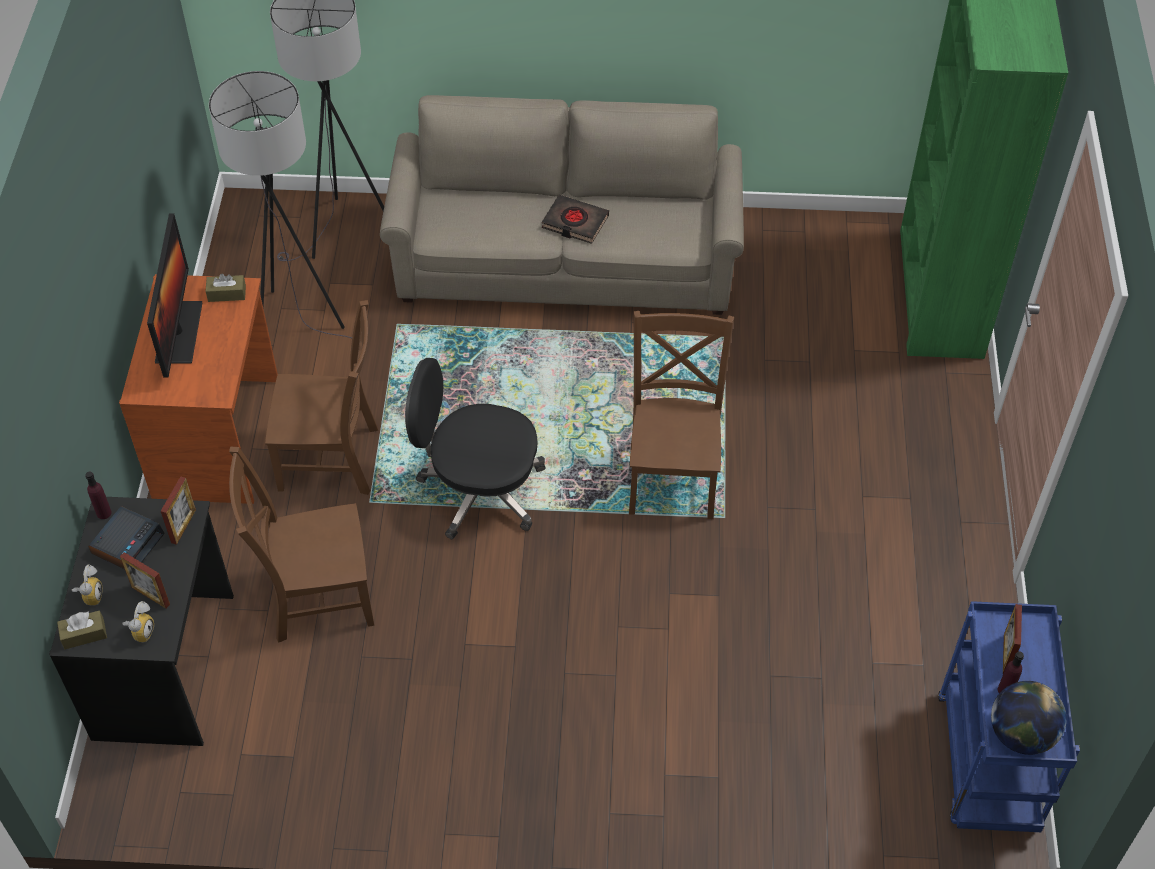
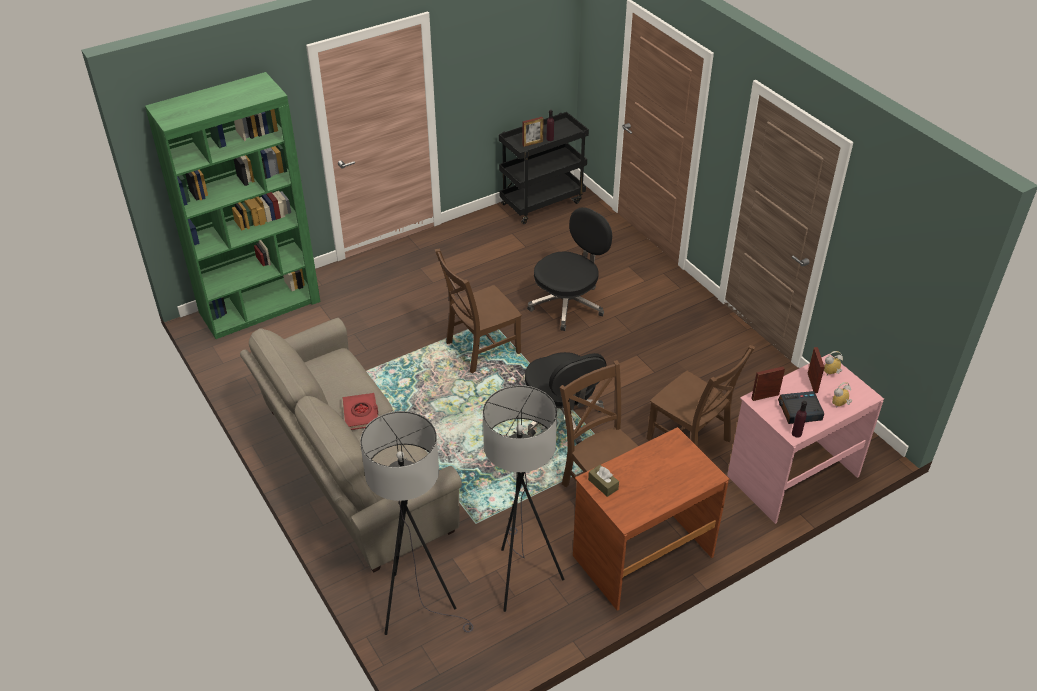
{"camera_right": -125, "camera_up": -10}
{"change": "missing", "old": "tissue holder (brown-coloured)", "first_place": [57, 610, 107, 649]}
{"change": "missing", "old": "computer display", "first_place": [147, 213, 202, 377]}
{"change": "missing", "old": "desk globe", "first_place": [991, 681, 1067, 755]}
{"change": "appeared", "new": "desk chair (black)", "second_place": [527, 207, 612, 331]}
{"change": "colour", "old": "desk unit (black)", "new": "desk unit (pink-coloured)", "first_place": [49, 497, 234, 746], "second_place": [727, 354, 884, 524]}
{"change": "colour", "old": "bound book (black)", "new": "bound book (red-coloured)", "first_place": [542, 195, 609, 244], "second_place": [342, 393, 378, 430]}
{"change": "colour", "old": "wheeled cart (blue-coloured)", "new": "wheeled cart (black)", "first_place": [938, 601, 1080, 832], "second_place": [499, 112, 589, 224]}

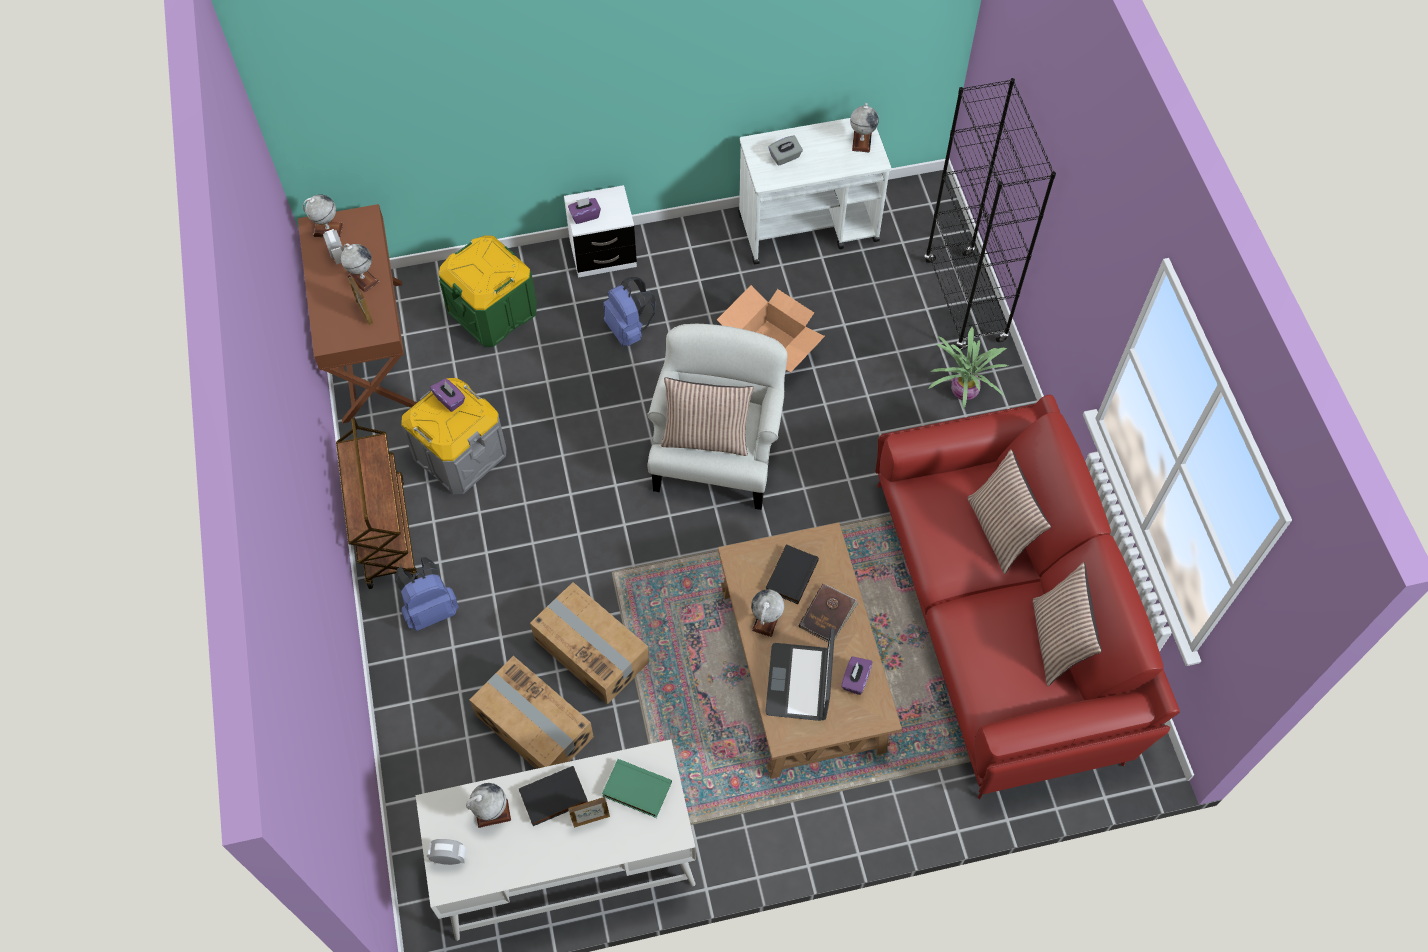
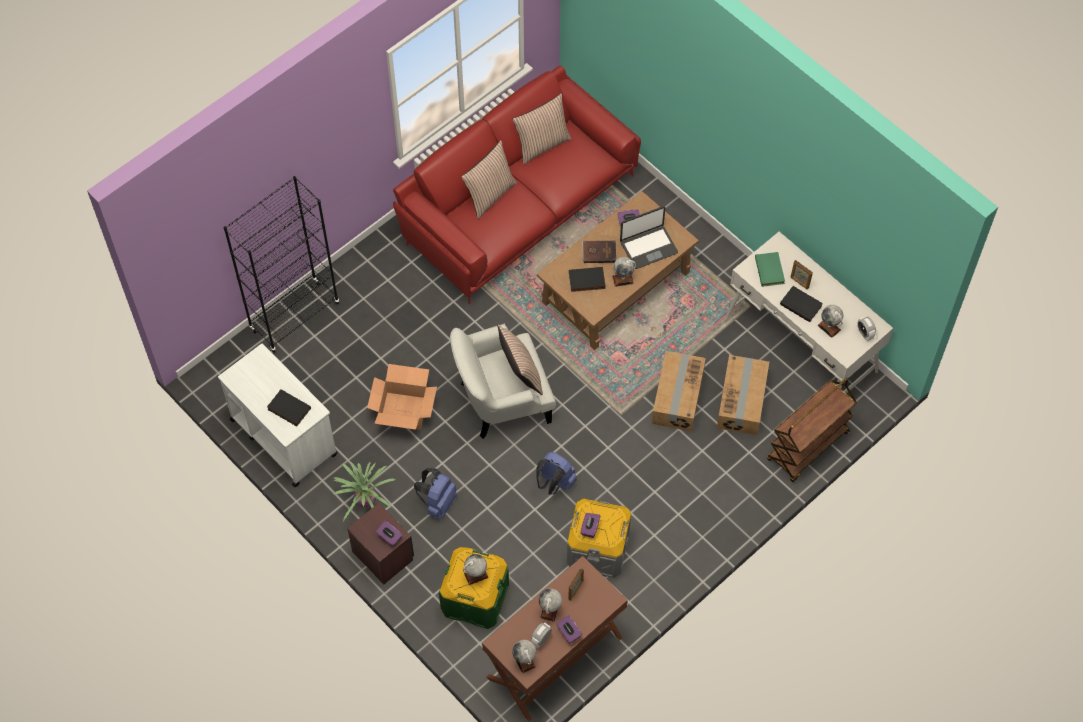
{"camera_right": -120, "camera_up": 0}
{"change": "appeared", "new": "tissue holder (purplish)", "second_place": [556, 615, 582, 644]}
{"change": "relocated", "old": "wheeled cart (brown-coloured)", "first_place": [336, 417, 418, 589], "second_place": [767, 378, 857, 482]}
{"change": "relocated", "old": "knapsack (blue-coloured)", "first_place": [395, 557, 459, 631], "second_place": [536, 452, 577, 494]}
{"change": "relocated", "old": "desk globe", "first_place": [850, 103, 879, 153], "second_place": [463, 554, 489, 585]}
{"change": "relocated", "old": "plant in a pot", "first_place": [928, 327, 1008, 410], "second_place": [334, 462, 396, 521]}
{"change": "exchanged", "old": "tissue holder (grey)", "new": "bound book (black)", "first_place": [769, 136, 803, 166], "second_place": [267, 389, 311, 427]}
{"change": "colour", "old": "nightstand (white)", "new": "nightstand (brown-coloured)", "first_place": [564, 185, 637, 278], "second_place": [347, 503, 414, 584]}

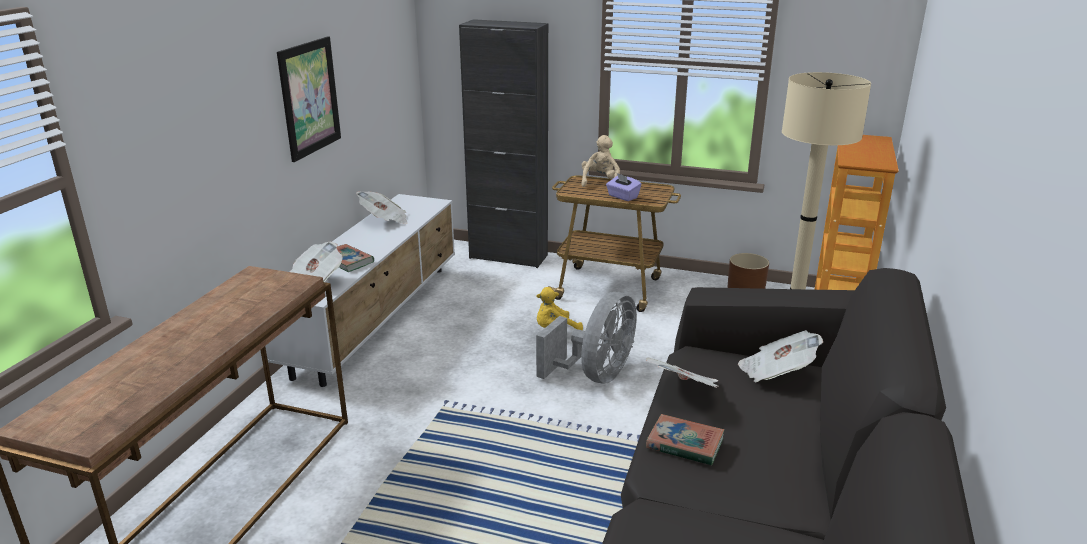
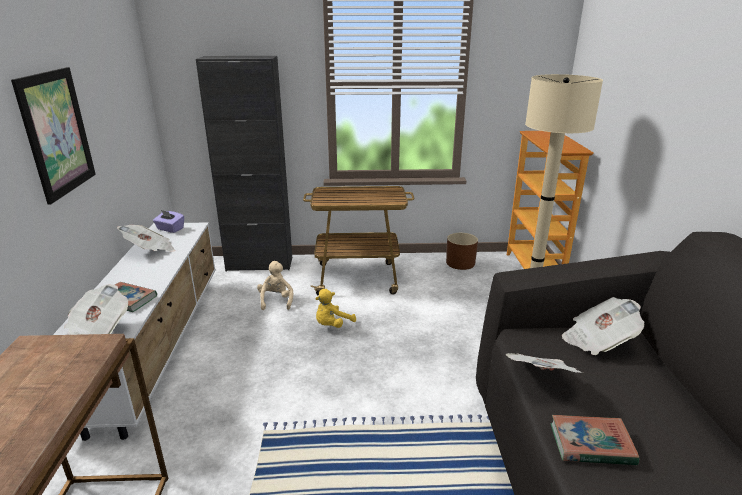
{"camera_right": -20, "camera_up": 0}
{"change": "missing", "old": "fan (grey)", "first_place": [536, 292, 637, 384]}
{"change": "relocated", "old": "soft toy (beige)", "first_place": [581, 135, 620, 187], "second_place": [257, 261, 293, 310]}
{"change": "relocated", "old": "tissue holder (purplish)", "first_place": [606, 173, 642, 201], "second_place": [153, 210, 184, 233]}

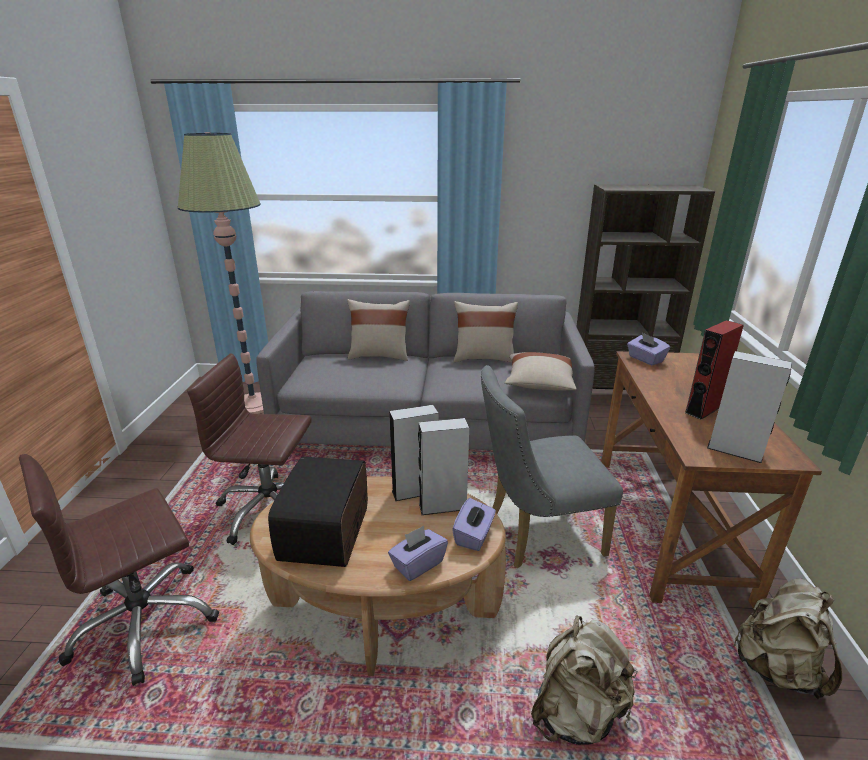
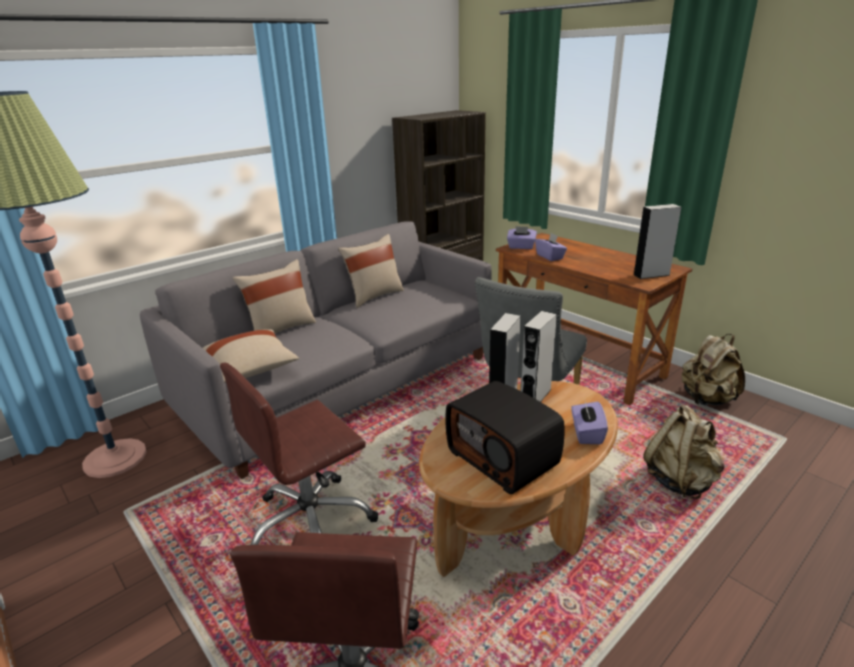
{"camera_right": -45, "camera_up": 0}
{"change": "missing", "old": "loudspeaker (red-coloured)", "first_place": [685, 320, 744, 420]}
{"change": "relocated", "old": "tissue holder (purplish)", "first_place": [452, 498, 496, 551], "second_place": [535, 233, 567, 261]}
{"change": "relocated", "old": "cushion (beige)", "first_place": [505, 352, 577, 391], "second_place": [203, 329, 299, 383]}

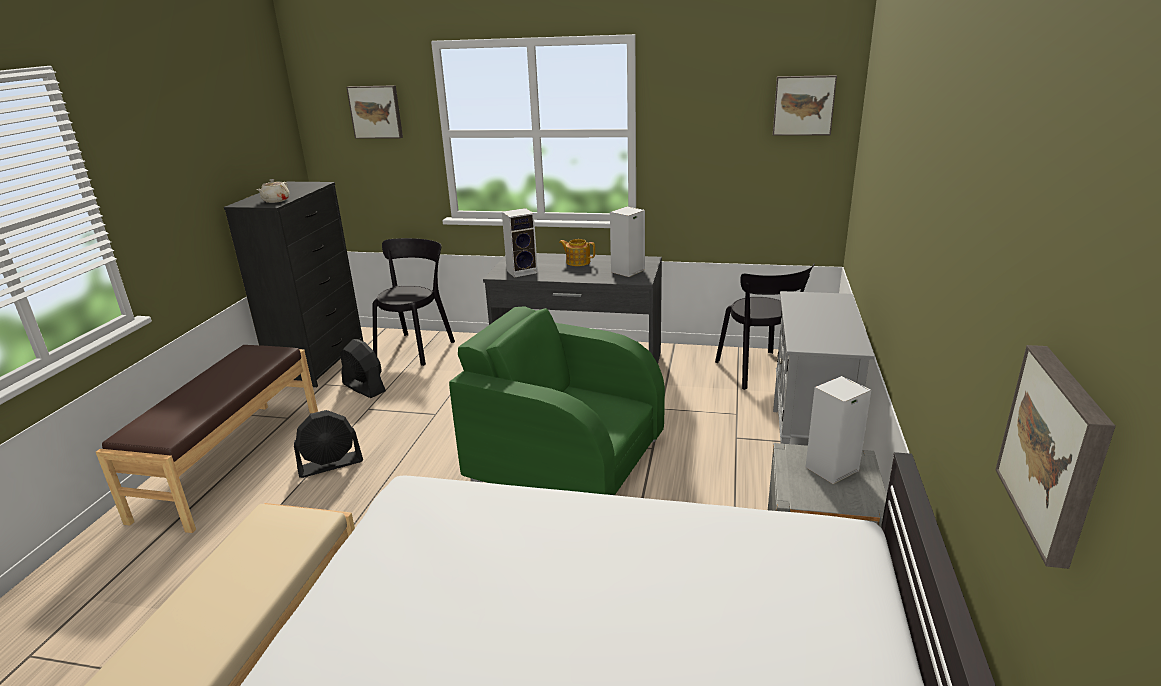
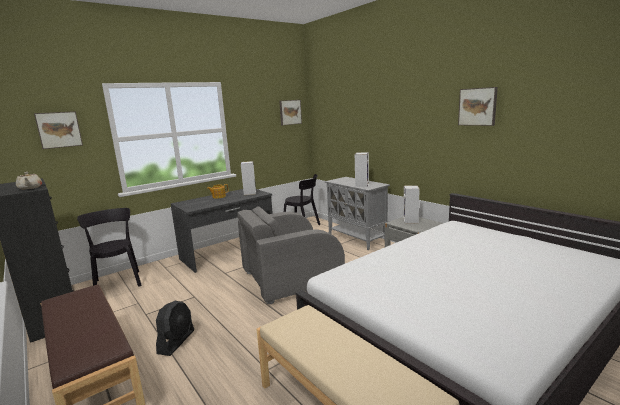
{"camera_right": -50, "camera_up": -10}
{"change": "missing", "old": "fan (black)", "first_place": [340, 339, 386, 398]}
{"change": "relocated", "old": "loudspeaker", "first_place": [502, 208, 538, 278], "second_place": [355, 152, 369, 187]}
{"change": "relocated", "old": "wall picture", "first_place": [995, 345, 1116, 569], "second_place": [458, 87, 498, 126]}
{"change": "colour", "old": "lounge chair (greenish)", "new": "lounge chair (grey)", "first_place": [449, 306, 665, 495], "second_place": [237, 206, 345, 304]}

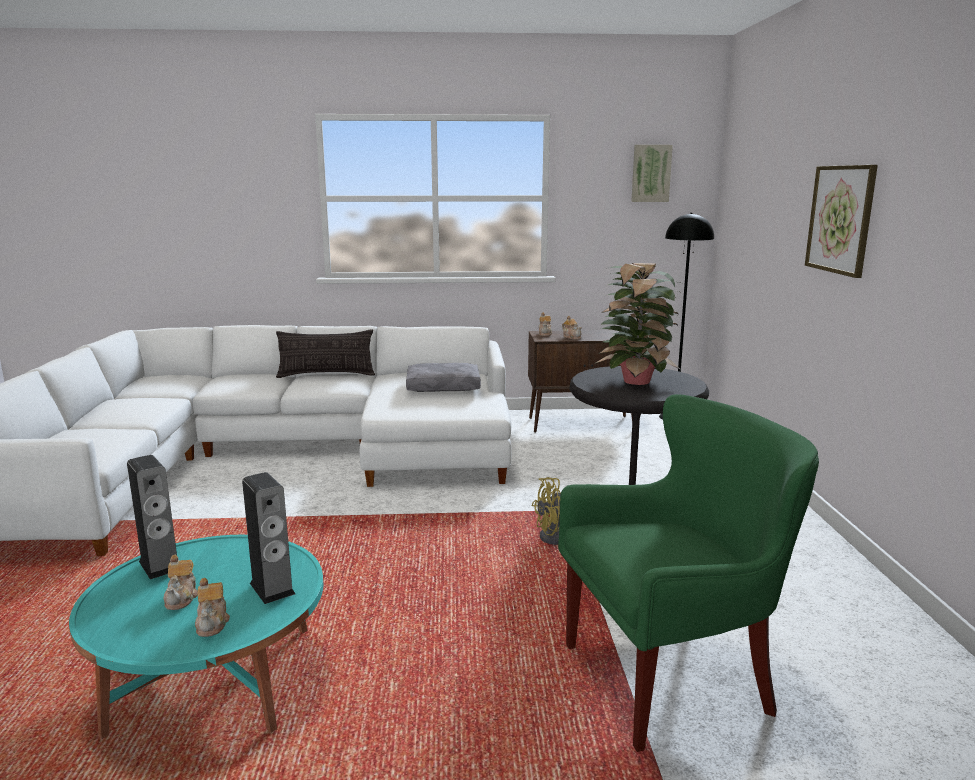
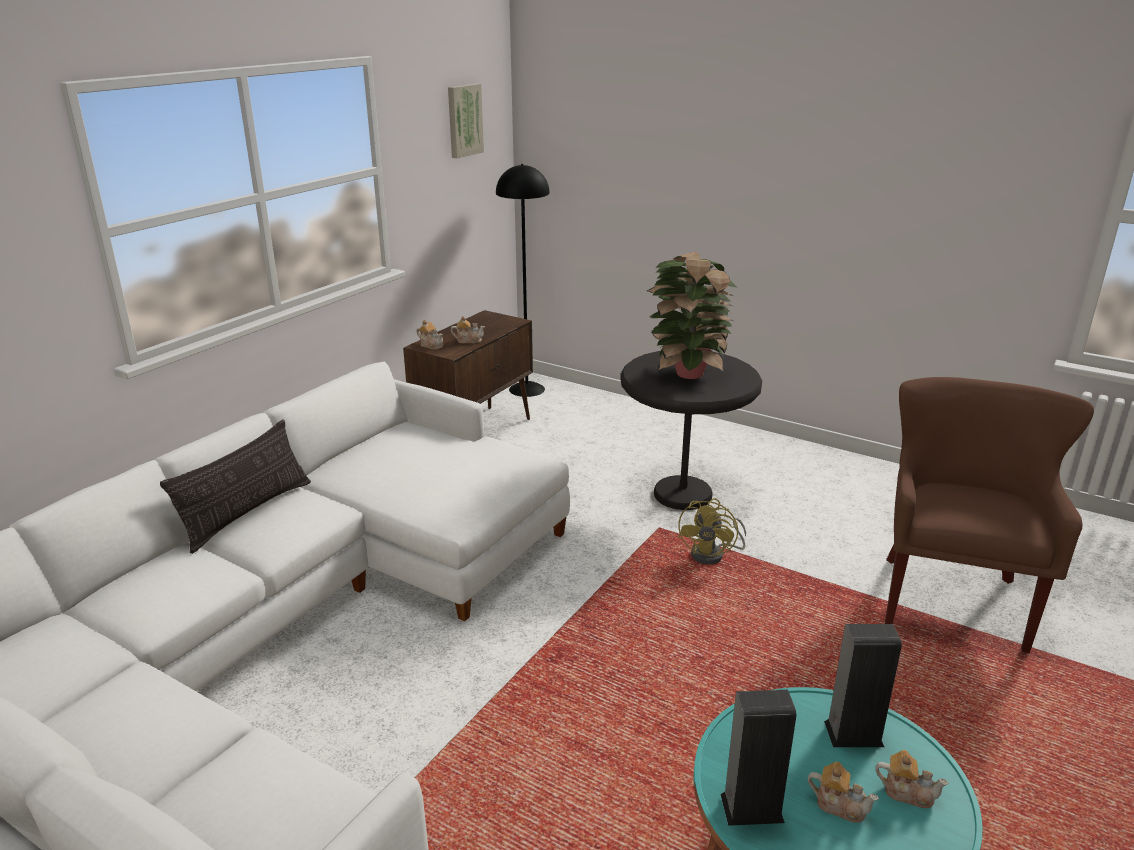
{"camera_right": -55, "camera_up": 10}
{"change": "missing", "old": "cushion (grey)", "first_place": [406, 363, 481, 392]}
{"change": "missing", "old": "wall picture", "first_place": [805, 165, 878, 278]}
{"change": "colour", "old": "lounge chair (greenish)", "new": "lounge chair (brown-coloured)", "first_place": [558, 394, 819, 752], "second_place": [885, 377, 1094, 653]}

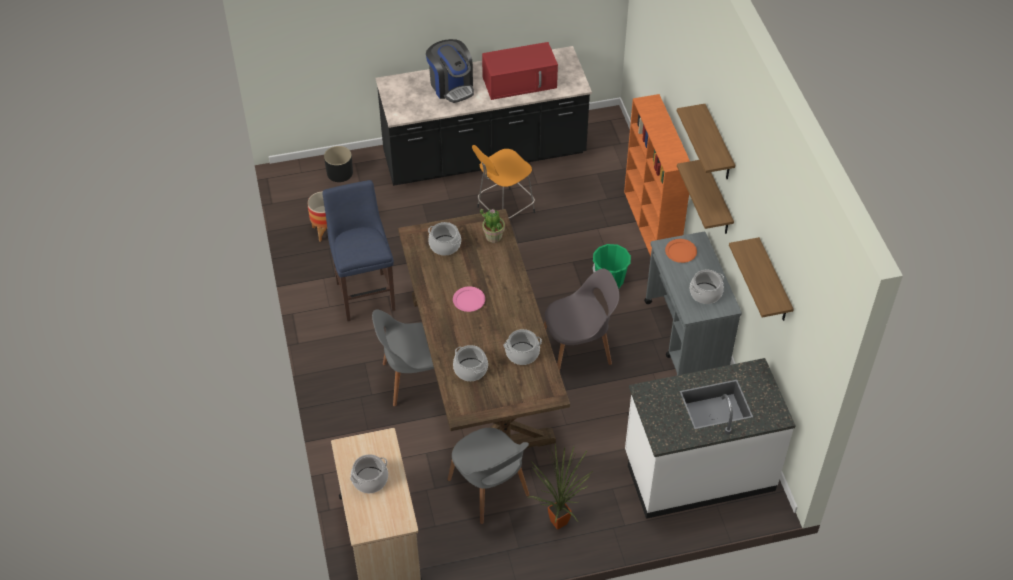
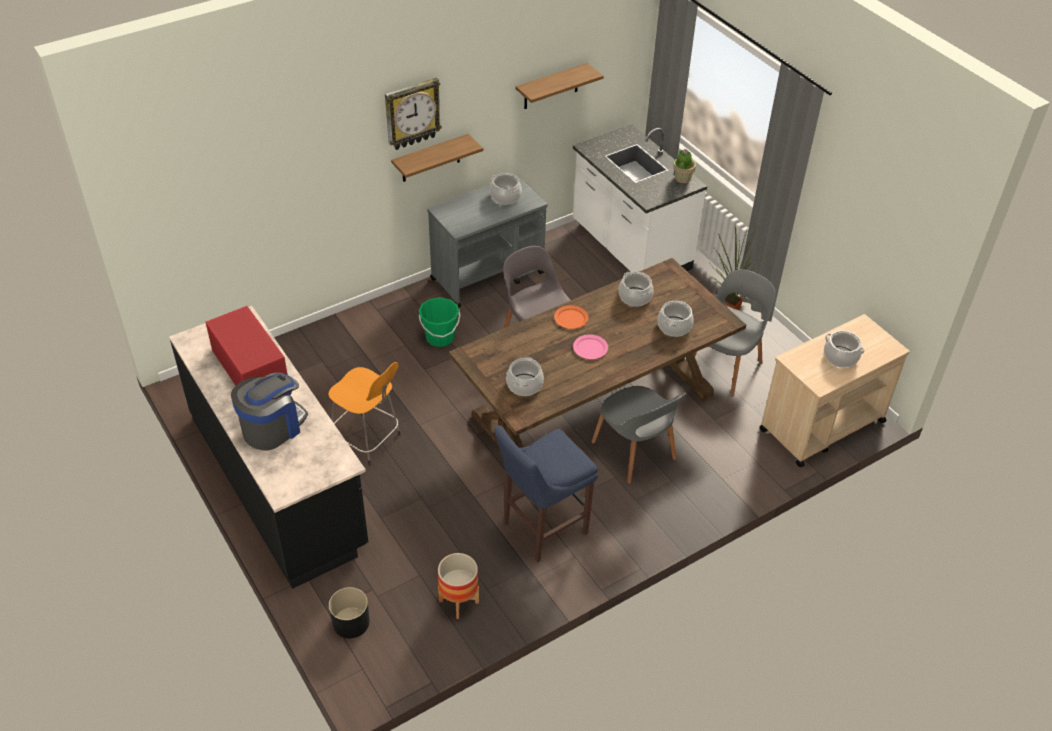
{"camera_right": -110, "camera_up": -5}
{"change": "missing", "old": "shelving unit (orange-coloured)", "first_place": [624, 94, 690, 257]}
{"change": "relocated", "old": "plant in a pot", "first_place": [480, 209, 505, 243], "second_place": [673, 149, 696, 183]}
{"change": "relocated", "old": "dinner plate (orange-coloured)", "first_place": [665, 239, 697, 263], "second_place": [554, 305, 588, 329]}
{"change": "exchanged", "old": "shelf", "new": "wall clock", "first_place": [677, 104, 735, 179], "second_place": [385, 78, 442, 150]}

